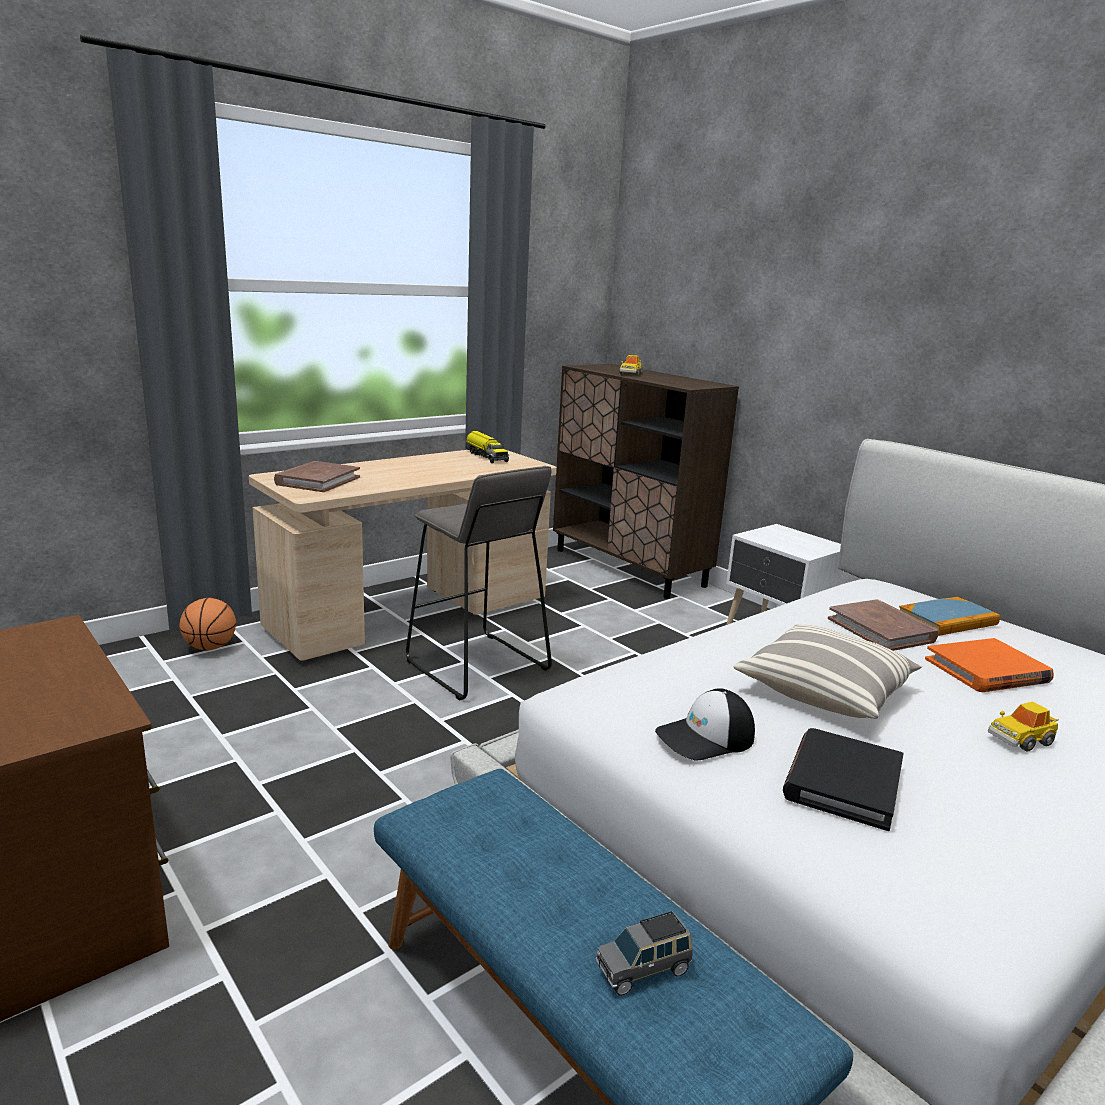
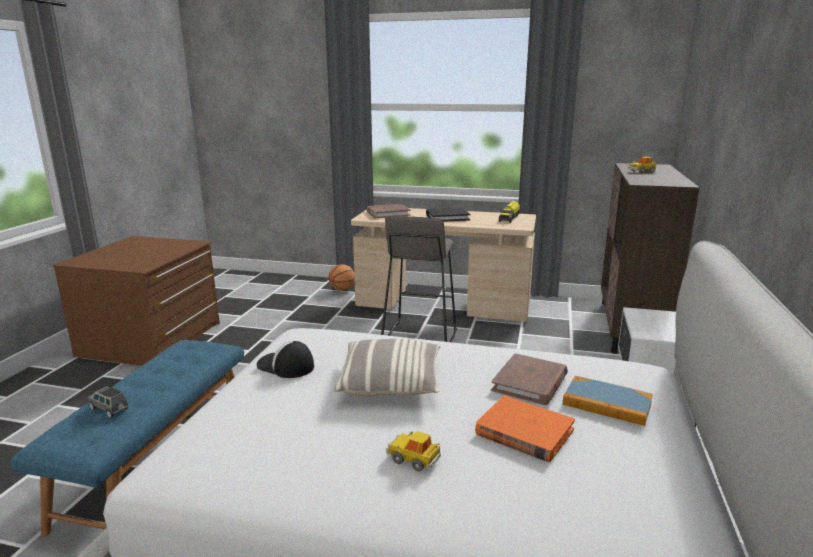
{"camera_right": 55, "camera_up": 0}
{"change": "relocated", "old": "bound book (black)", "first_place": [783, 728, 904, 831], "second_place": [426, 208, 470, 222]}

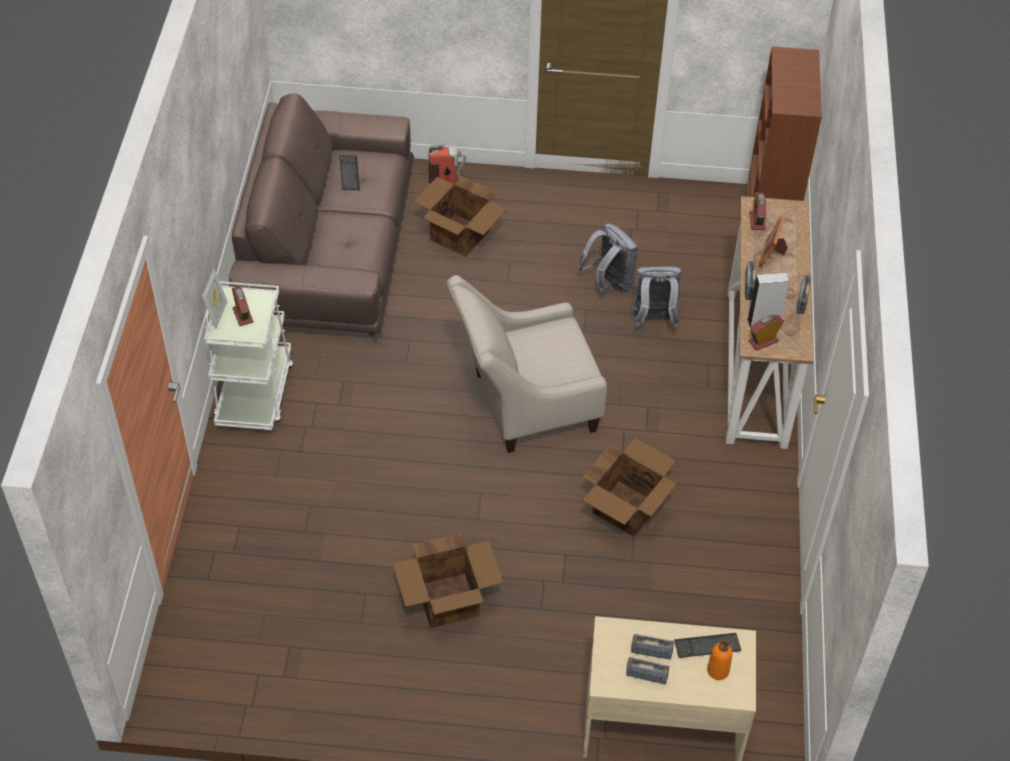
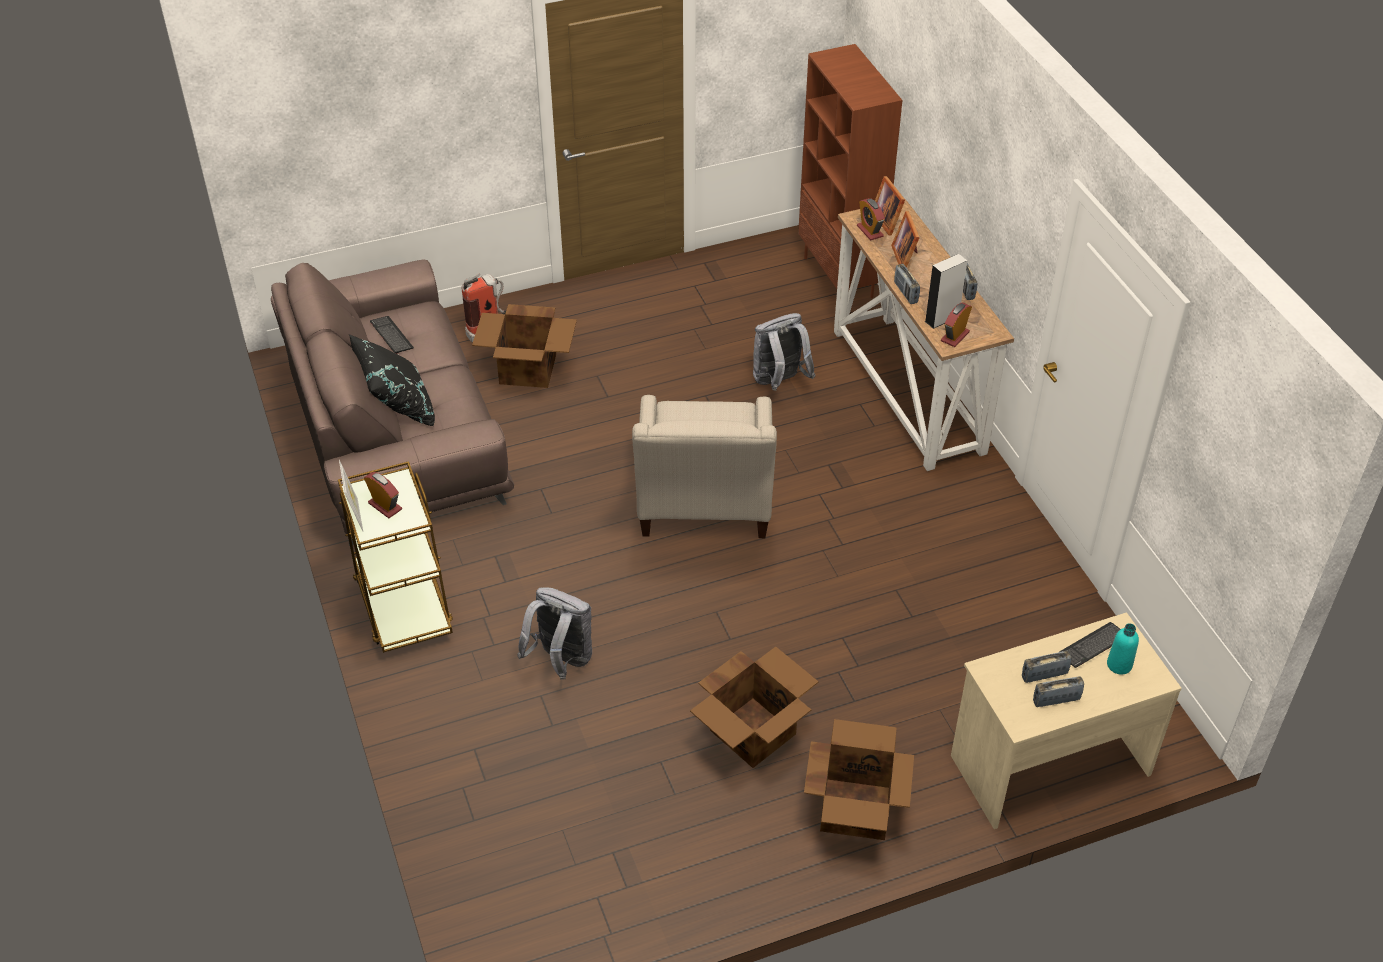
{"camera_right": -25, "camera_up": -5}
{"change": "appeared", "new": "cushion (black)", "second_place": [349, 334, 435, 427]}
{"change": "appeared", "new": "photo frame", "second_place": [875, 176, 905, 236]}
{"change": "relocated", "old": "knapsack (grey)", "first_place": [578, 223, 639, 294], "second_place": [517, 587, 592, 680]}
{"change": "relocated", "old": "cardboard box", "first_place": [583, 438, 677, 537], "second_place": [804, 719, 914, 840]}
{"change": "colour", "old": "wheeled cart (white)", "new": "wheeled cart (brown-coloured)", "first_place": [204, 281, 293, 430], "second_place": [338, 461, 453, 653]}
{"change": "colour", "old": "bottle (orange-coloured)", "new": "bottle (turquoise)", "first_place": [707, 640, 733, 680], "second_place": [1107, 623, 1139, 675]}
{"change": "spun", "old": "lounge chair (beige)", "first_place": [447, 275, 607, 453], "second_place": [632, 395, 777, 538], "degrees": -45}

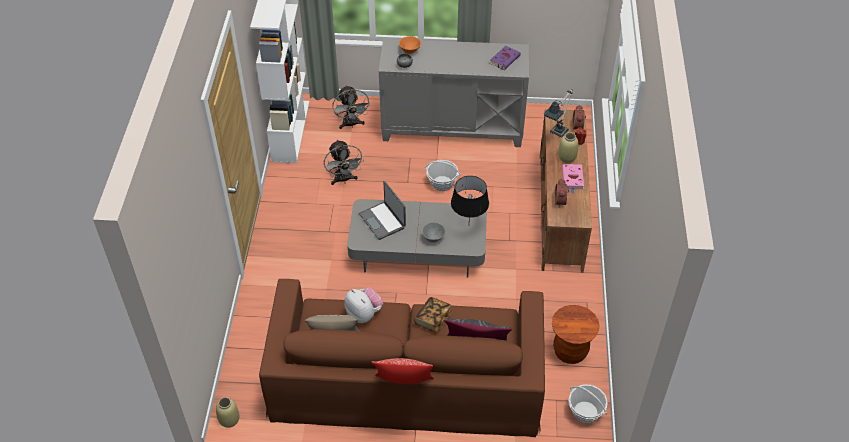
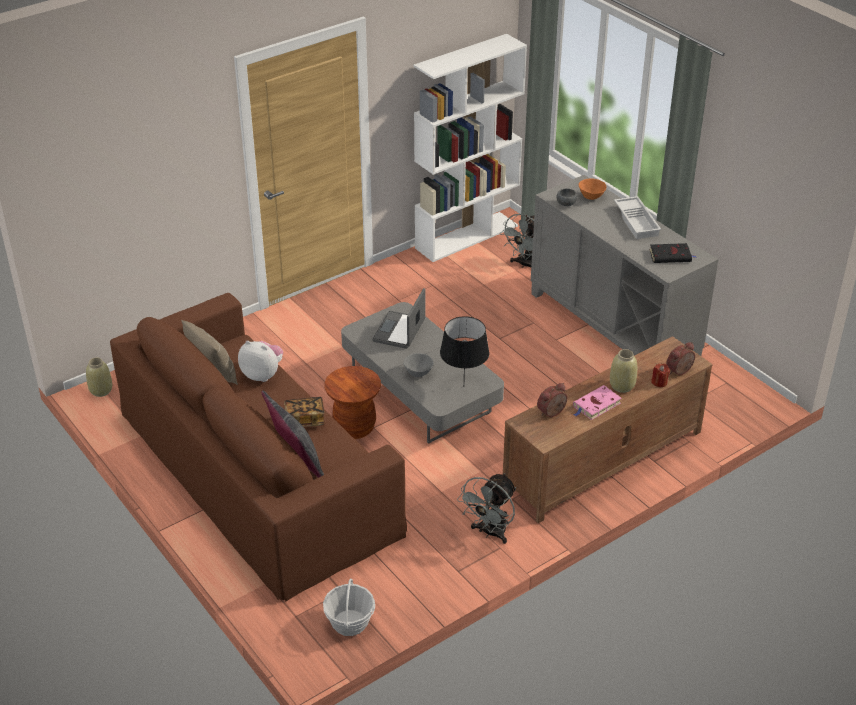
{"camera_right": 50, "camera_up": -10}
{"change": "missing", "old": "cushion", "first_place": [372, 358, 434, 384]}
{"change": "missing", "old": "basket", "first_place": [425, 160, 461, 191]}
{"change": "missing", "old": "table lamp", "first_place": [544, 89, 573, 137]}
{"change": "appeared", "new": "tray (white)", "second_place": [614, 196, 661, 239]}
{"change": "relocated", "old": "fan (grey)", "first_place": [324, 139, 364, 185], "second_place": [457, 473, 516, 544]}
{"change": "relocated", "old": "stool (brown-coloured)", "first_place": [552, 305, 600, 364], "second_place": [324, 366, 381, 439]}
{"change": "colour", "old": "bound book (purplish)", "new": "bound book (black)", "first_place": [490, 46, 521, 70], "second_place": [649, 243, 696, 263]}
{"change": "spun", "old": "soft toy", "first_place": [344, 288, 384, 323], "second_place": [238, 341, 283, 382], "degrees": -75}

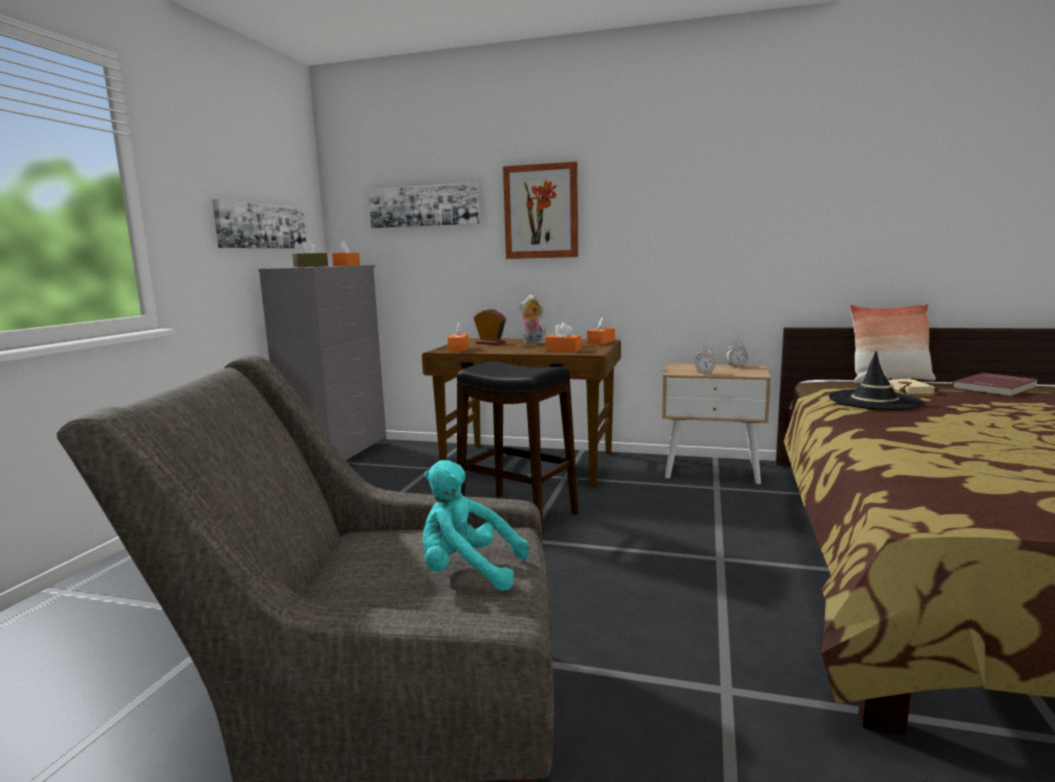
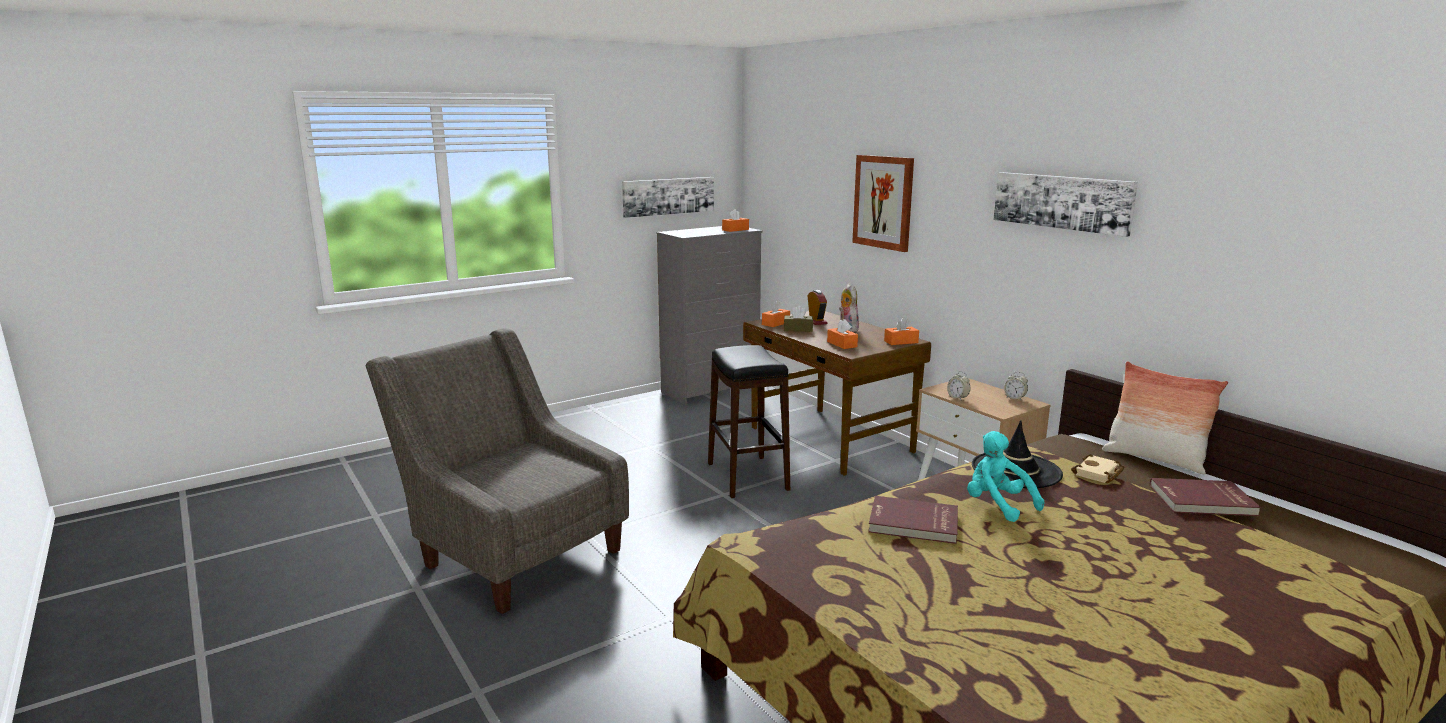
{"camera_right": 40, "camera_up": 5}
{"change": "appeared", "new": "bound book (red-coloured)", "second_place": [868, 496, 958, 544]}
{"change": "relocated", "old": "tissue holder (brown-coloured)", "first_place": [292, 241, 328, 267], "second_place": [784, 306, 813, 332]}
{"change": "relocated", "old": "wall picture", "first_place": [368, 182, 479, 228], "second_place": [993, 172, 1138, 237]}
{"change": "relocated", "old": "soft toy (turquoise)", "first_place": [423, 460, 529, 591], "second_place": [967, 431, 1044, 522]}

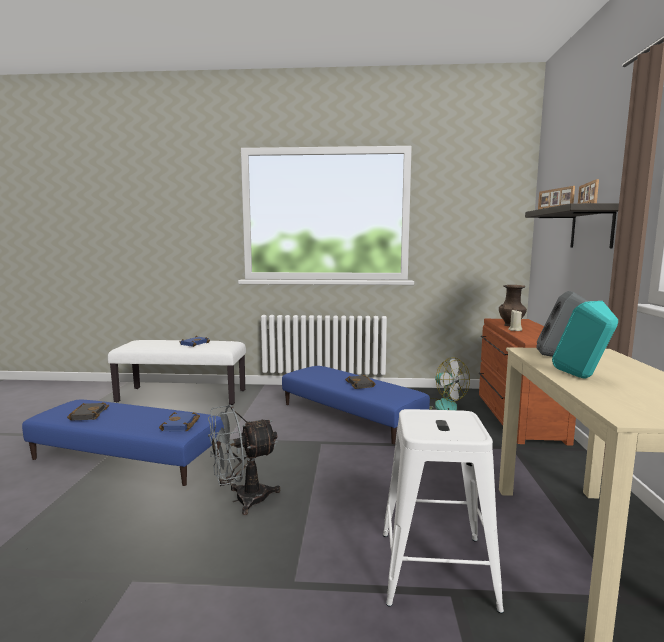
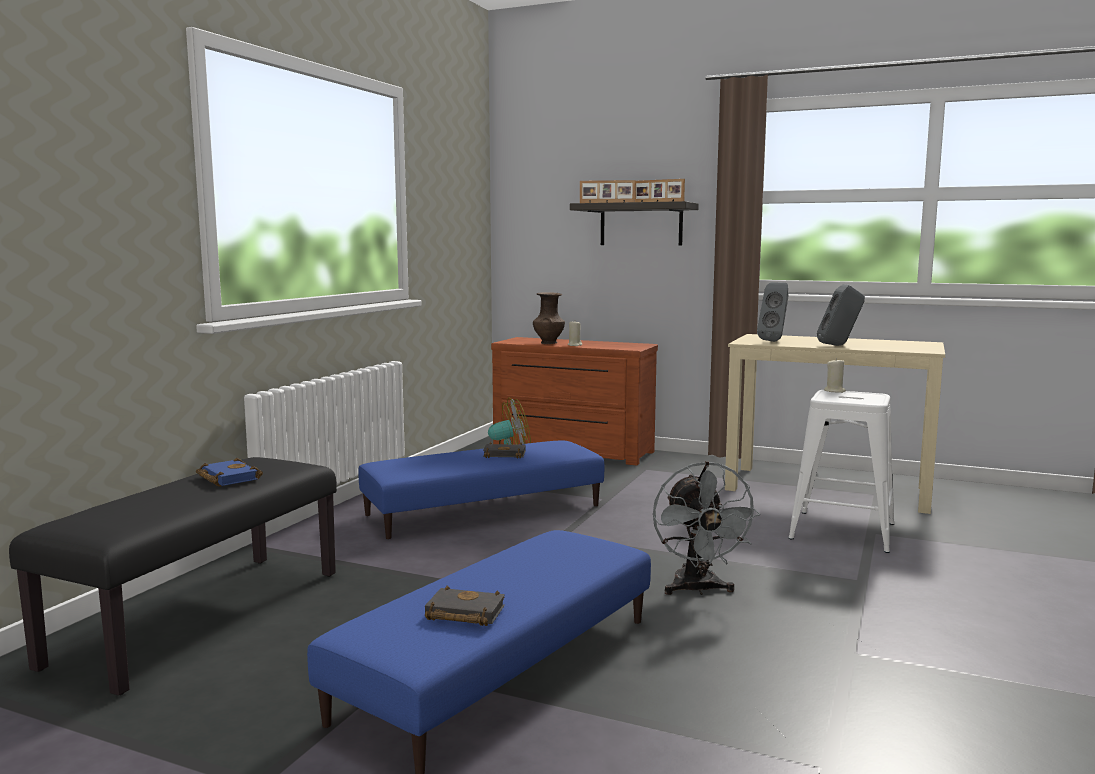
{"camera_right": -70, "camera_up": 0}
{"change": "missing", "old": "bound book (blue-coloured)", "first_place": [159, 412, 200, 432]}
{"change": "appeared", "new": "candle (beige)", "second_place": [824, 358, 846, 393]}
{"change": "colour", "old": "long seat (white)", "new": "long seat (black)", "first_place": [108, 340, 246, 405], "second_place": [9, 457, 337, 696]}
{"change": "colour", "old": "loudspeaker (turquoise)", "new": "loudspeaker (grey)", "first_place": [552, 301, 618, 379], "second_place": [817, 284, 865, 346]}

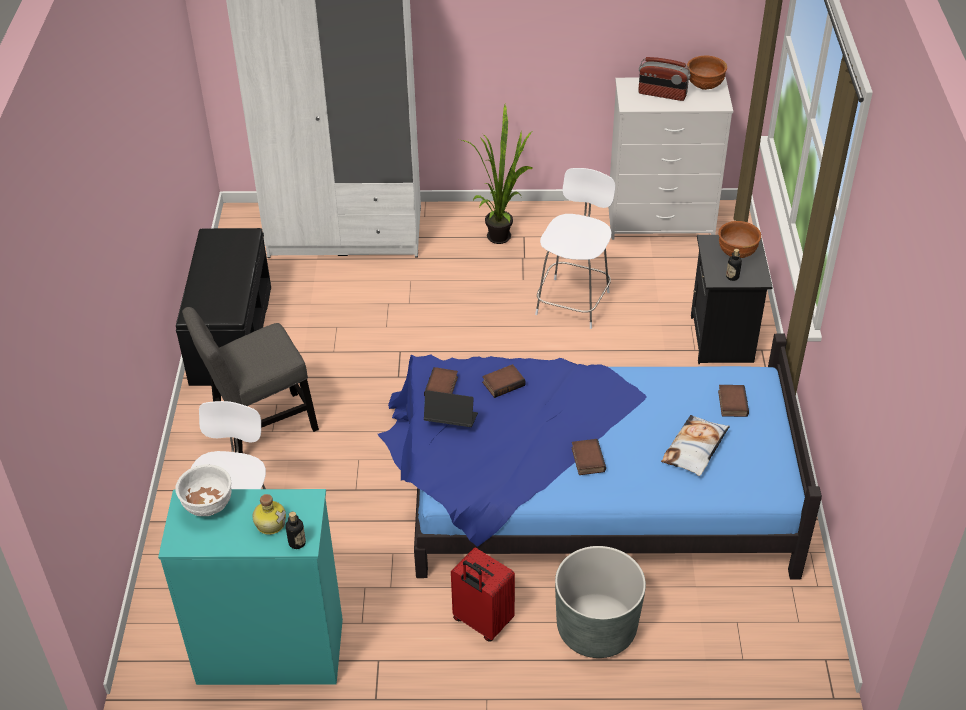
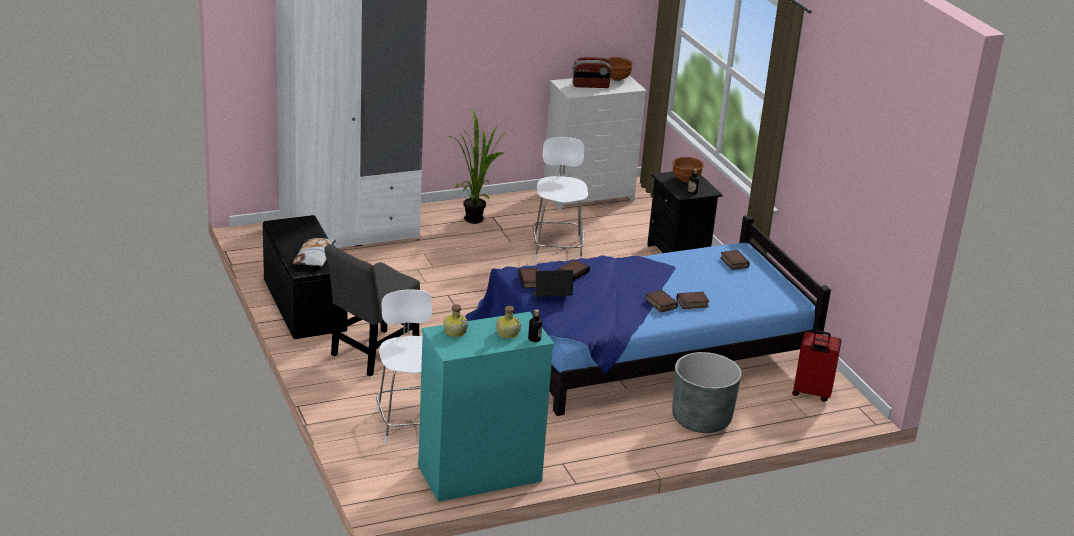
{"camera_right": -25, "camera_up": -15}
{"change": "appeared", "new": "bound book", "second_place": [677, 292, 710, 309]}
{"change": "relocated", "old": "piece of luggage (red-coloured)", "first_place": [451, 548, 515, 642], "second_place": [792, 330, 842, 402]}
{"change": "relocated", "old": "cushion", "first_place": [661, 415, 730, 476], "second_place": [293, 238, 336, 266]}
{"change": "exchanged", "old": "bowl (white)", "new": "bottle", "first_place": [175, 464, 231, 516], "second_place": [443, 304, 468, 337]}

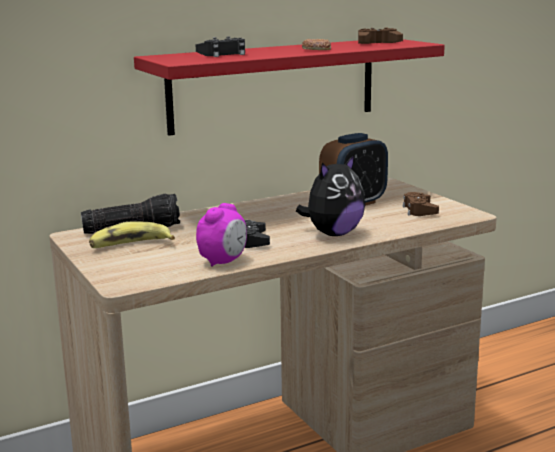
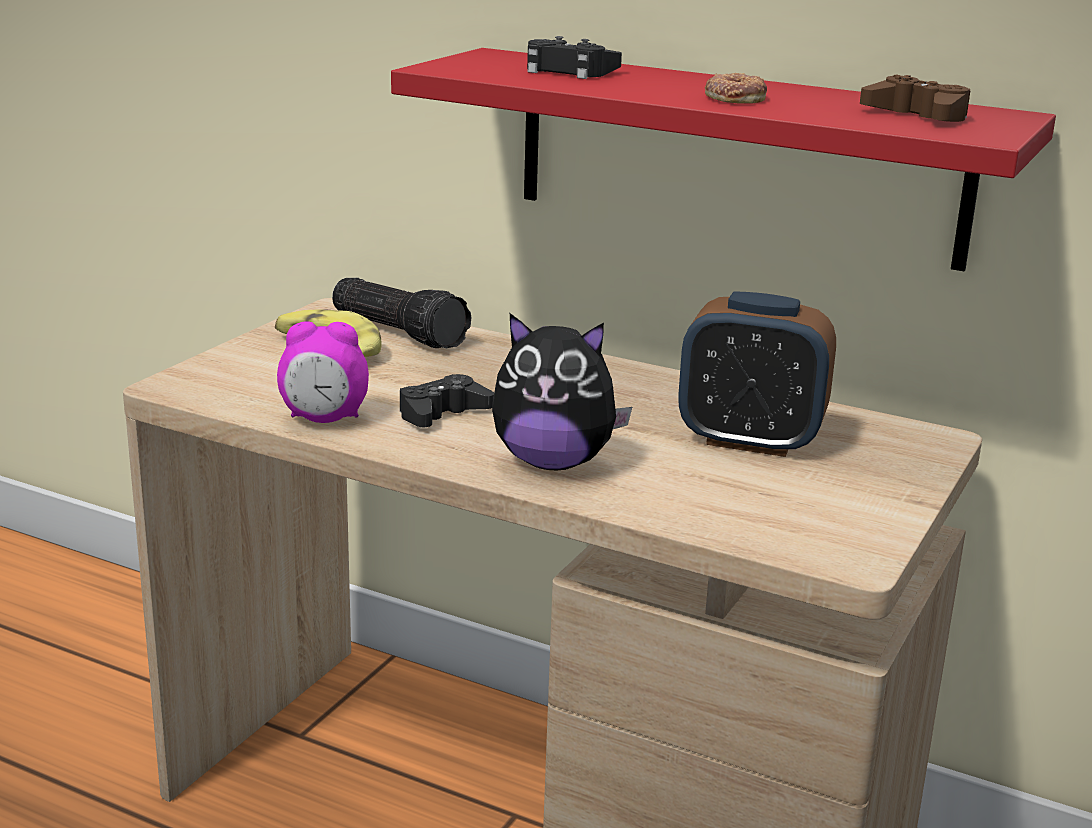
{"camera_right": 55, "camera_up": 5}
{"change": "missing", "old": "game controller (brown-coloured)", "first_place": [403, 192, 439, 216]}

